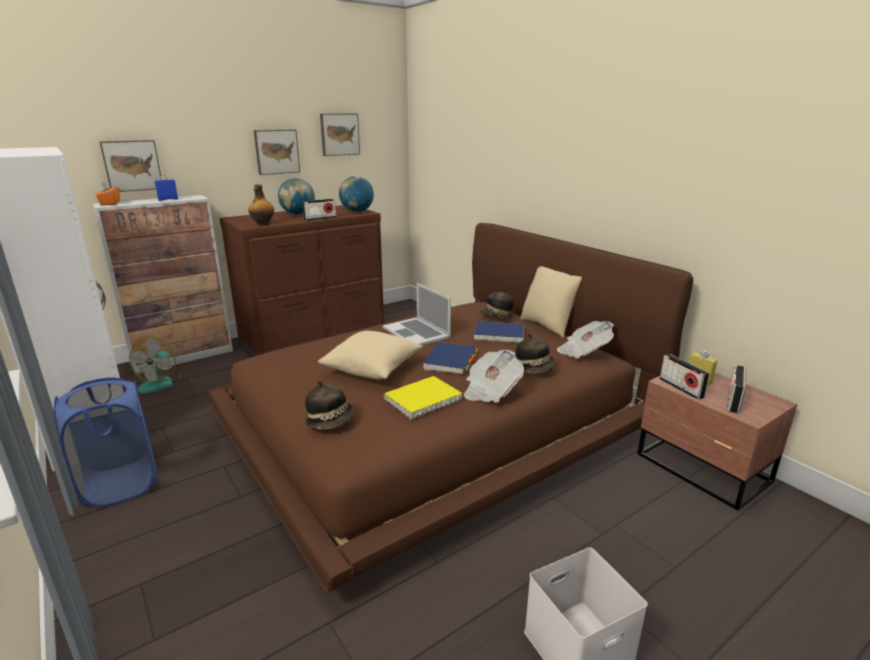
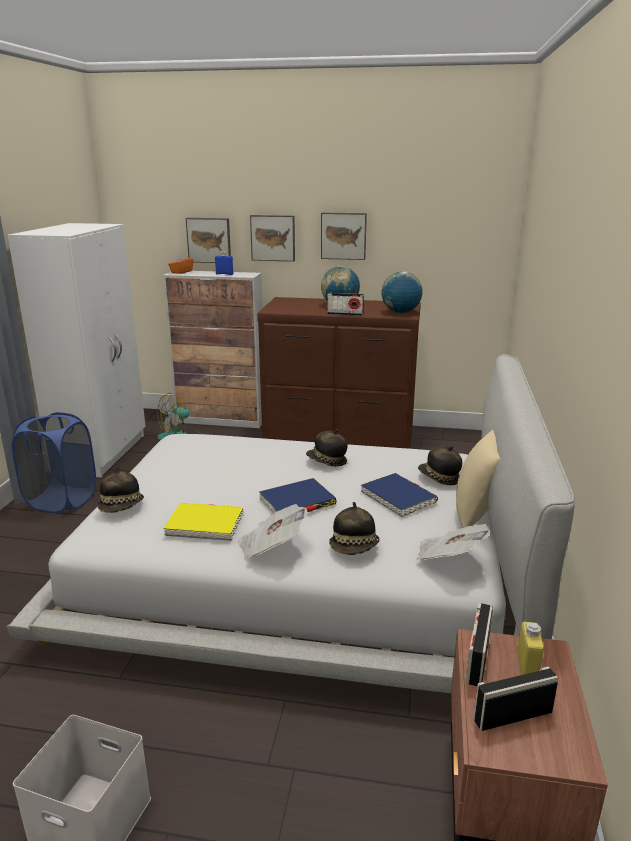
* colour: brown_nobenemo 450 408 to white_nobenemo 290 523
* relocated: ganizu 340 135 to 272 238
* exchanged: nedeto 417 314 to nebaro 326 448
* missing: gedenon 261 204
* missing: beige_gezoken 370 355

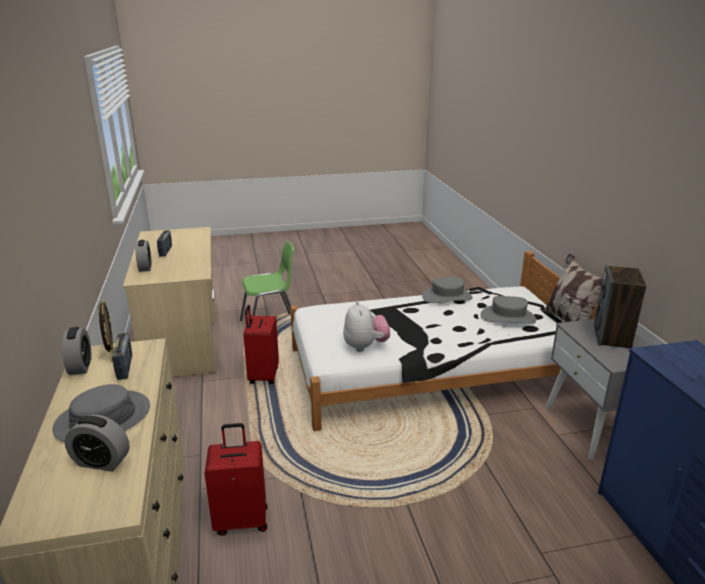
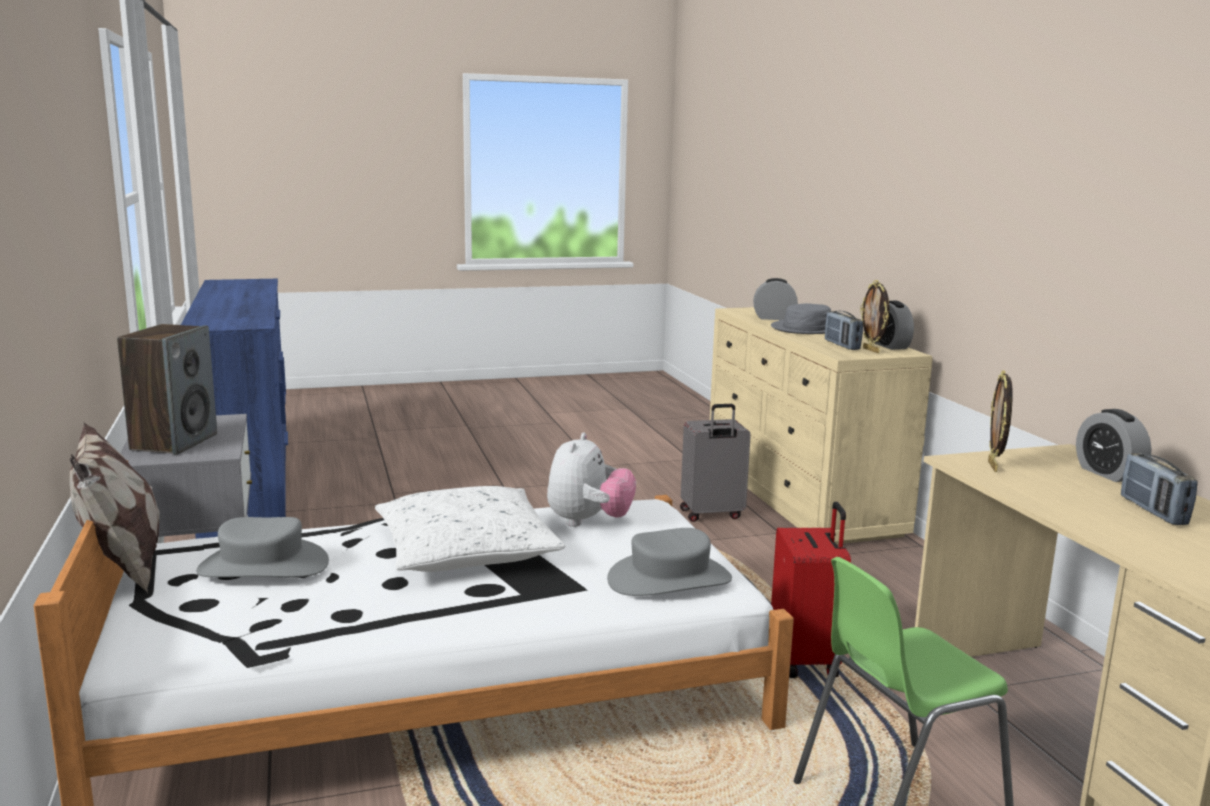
* appeared: white_gezoken 470 529
* spun: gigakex 366 326 = 591 480 150 degrees counterclockwise
* relocated: grey_nebaro 447 290 to 669 562
* colour: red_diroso 236 479 to grey_diroso 715 463
* appeared: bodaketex 1000 421

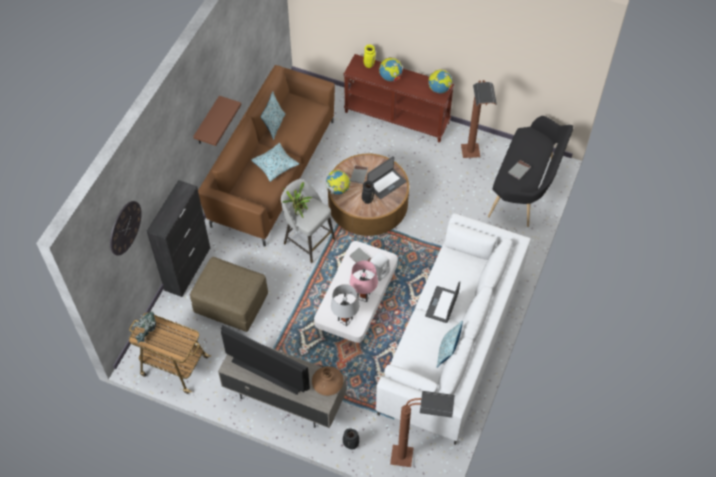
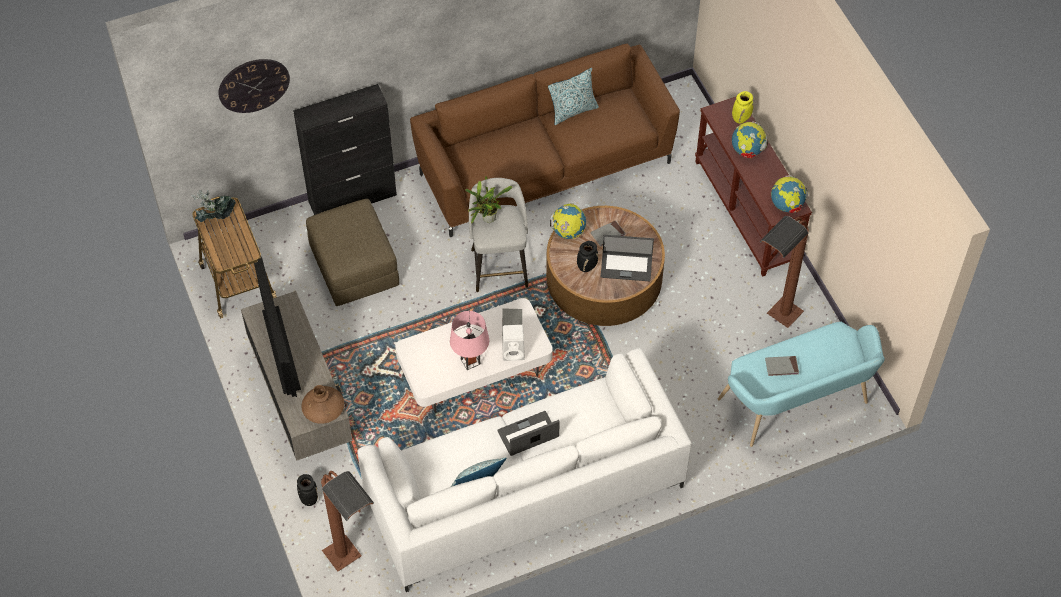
* colour: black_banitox 530 171 to turquoise_banitox 801 384
* missing: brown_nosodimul 217 121
* missing: gezoken 275 162
* missing: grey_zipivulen 345 305

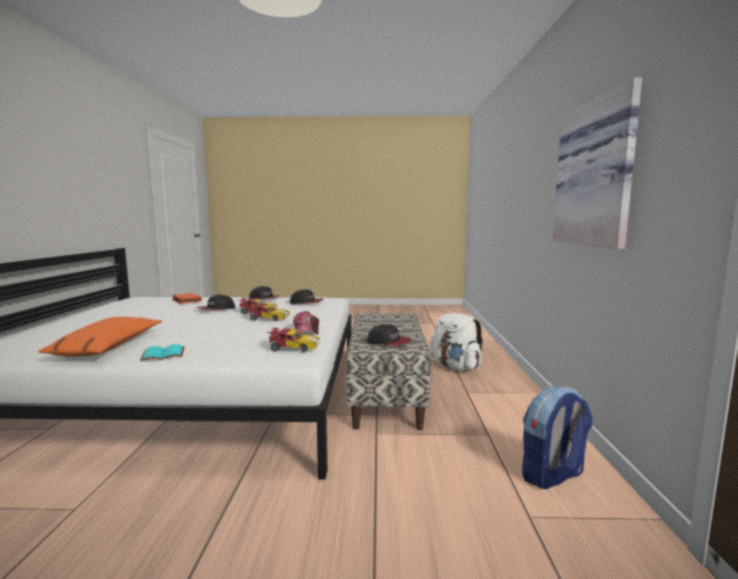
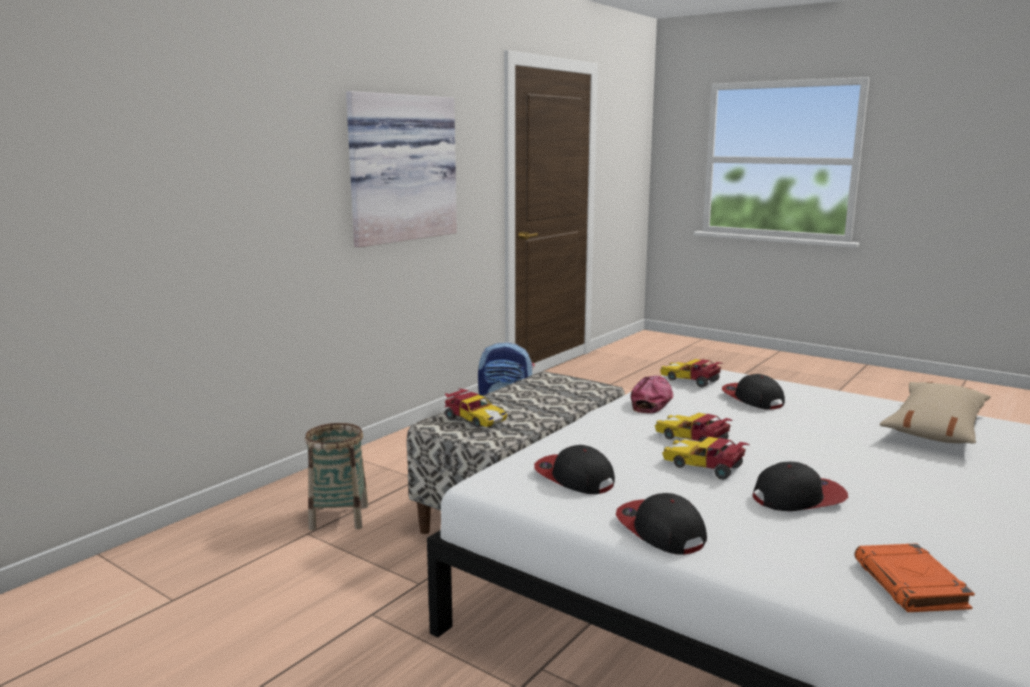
* exchanged: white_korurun 456 342 to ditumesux 336 476
* appeared: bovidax 476 408
* relocated: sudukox 389 334 to 753 392
* colour: orange_gezoken 100 337 to beige_gezoken 935 413
* missing: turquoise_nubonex 162 352

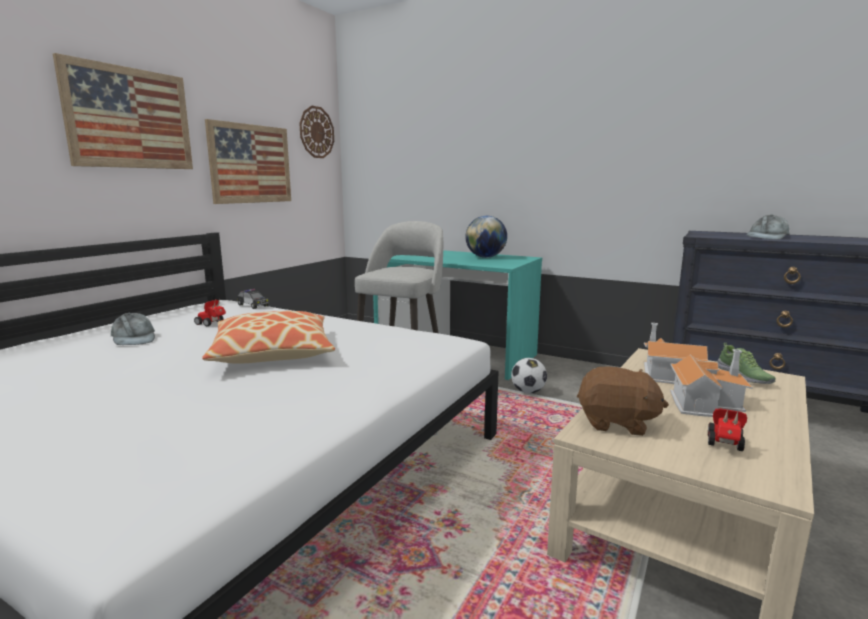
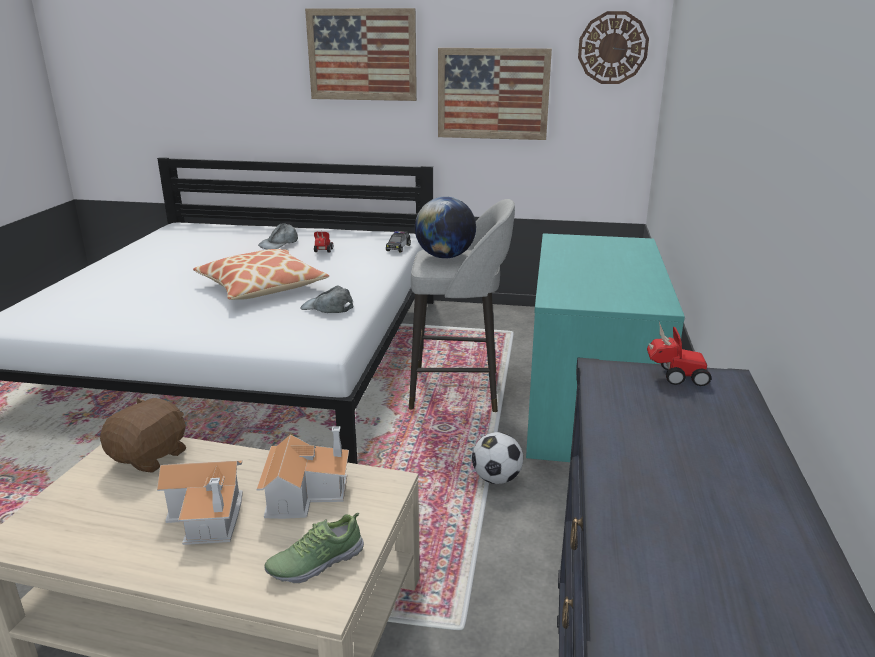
* spun: brown_gigakex 623 401 = 143 435 150 degrees counterclockwise
* relocated: grey_sudukox 768 227 to 327 299
* relocated: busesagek 486 237 to 445 228
* relocated: bovidax 727 429 to 679 354

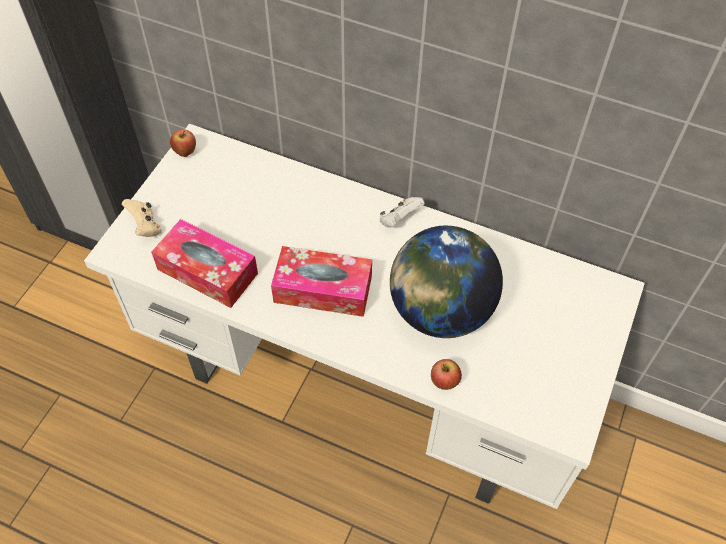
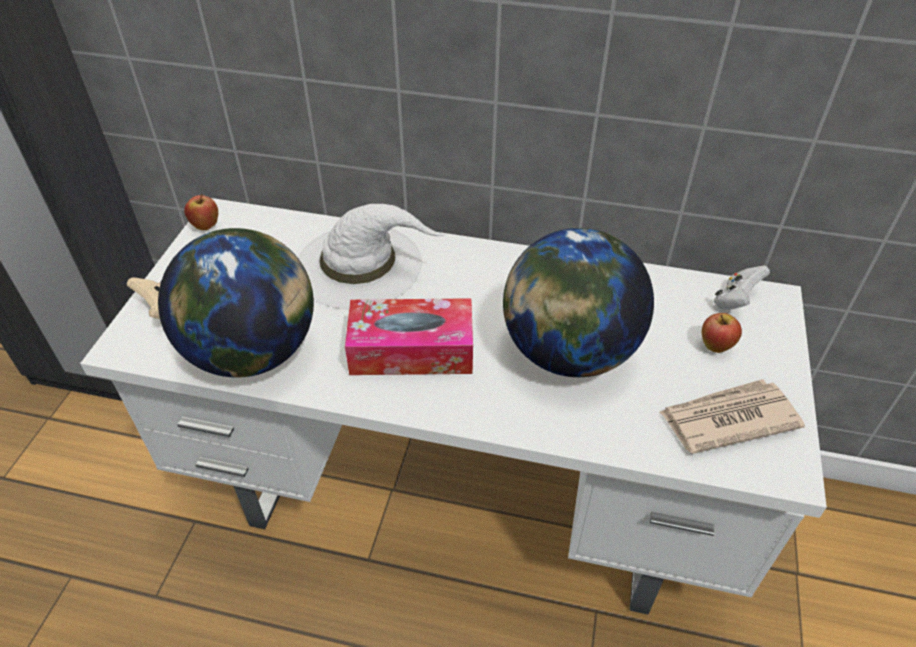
* exchanged: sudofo 204 263 to busesagek 236 303
* appeared: white_nebaro 372 257
* appeared: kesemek 732 416
* relocated: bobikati 446 374 to 722 333
* relocated: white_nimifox 402 212 to 742 287

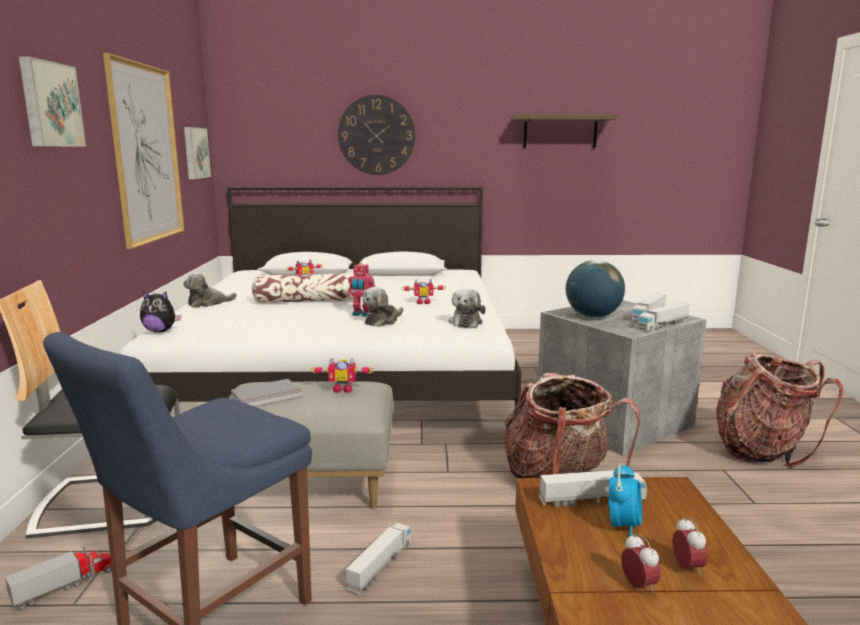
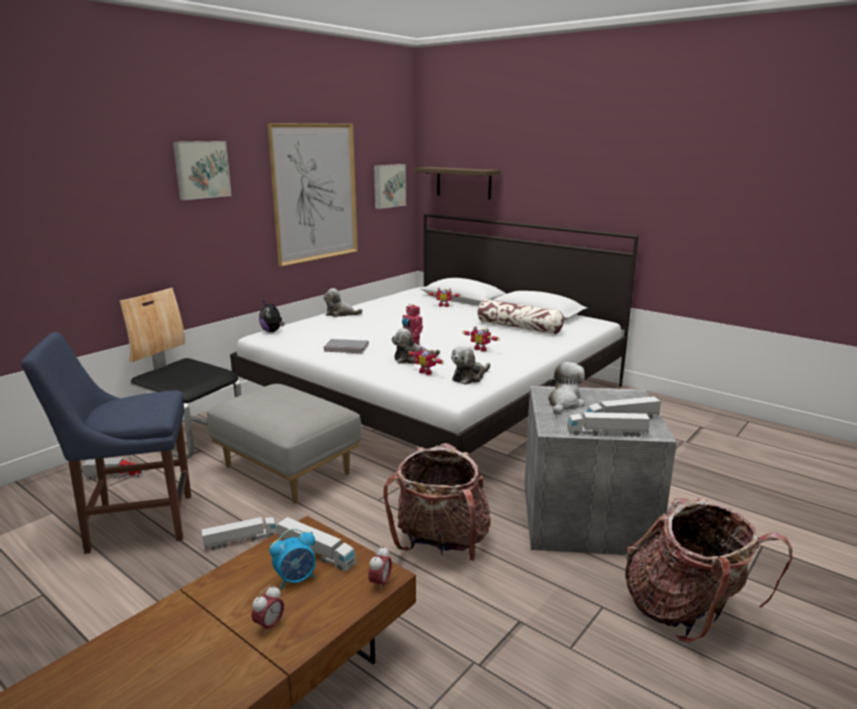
* relocated: grey_nubonex 267 393 to 346 346
* relocated: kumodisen 641 563 to 380 568
* relocated: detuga 342 375 to 426 361
* relocated: nosodimul 565 131 to 457 183
* relocated: gezoken 303 288 to 520 317
* exchanged: busesagek 595 289 to gigakex 566 388
* missing: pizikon 376 135

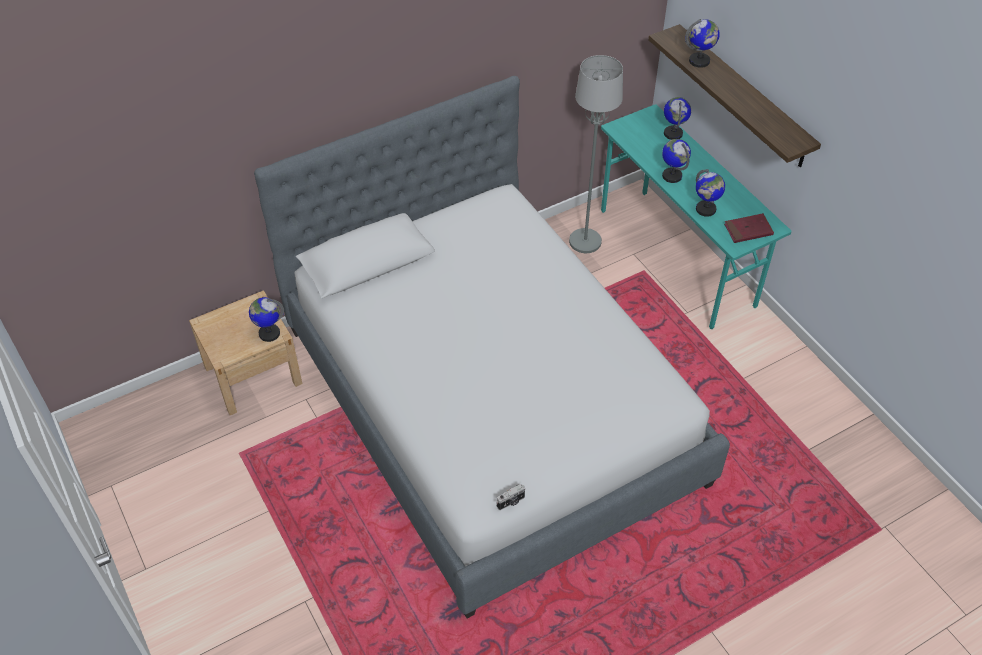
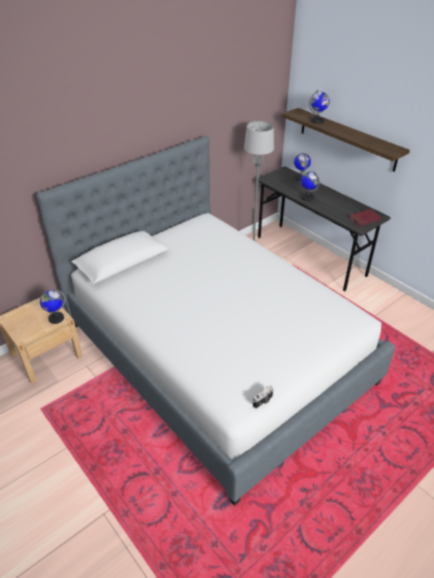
* colour: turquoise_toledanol 696 216 to grey_toledanol 324 228
* missing: busesagek 710 193

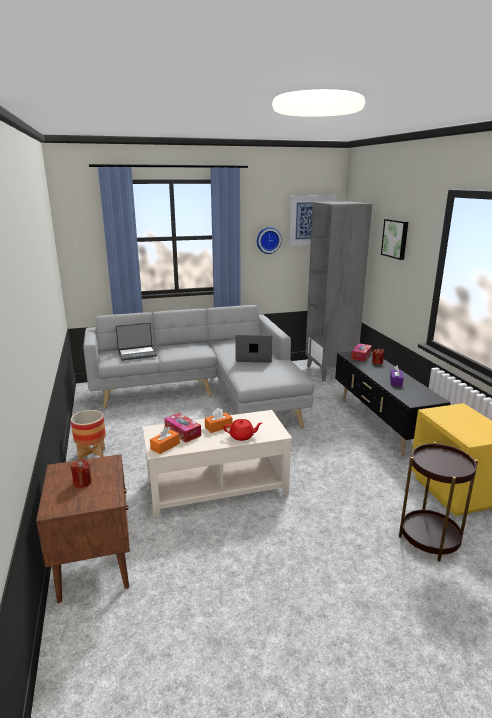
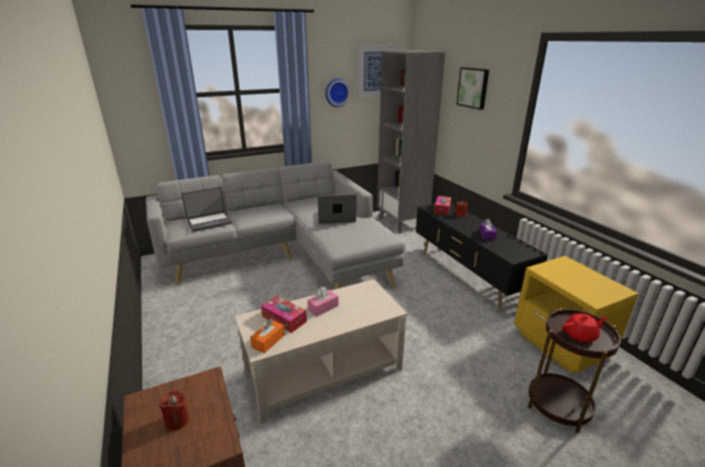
* colour: orange_sudofo 219 420 to pink_sudofo 323 302
* relocated: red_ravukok 242 430 to 585 327
* missing: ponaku 88 435

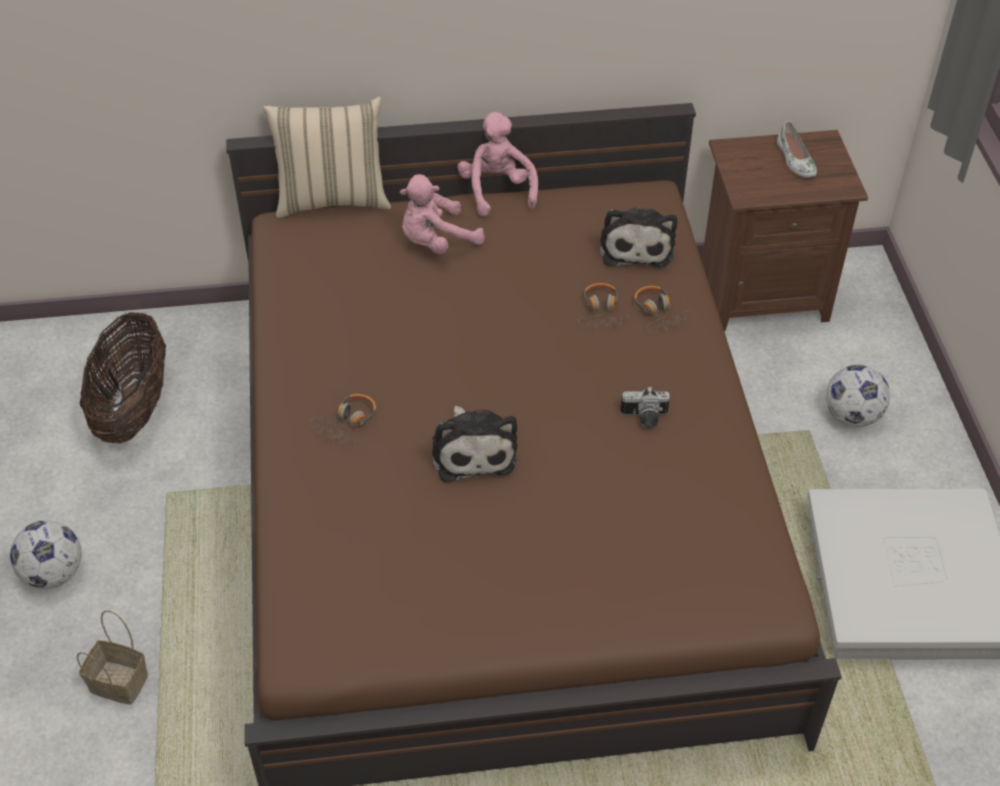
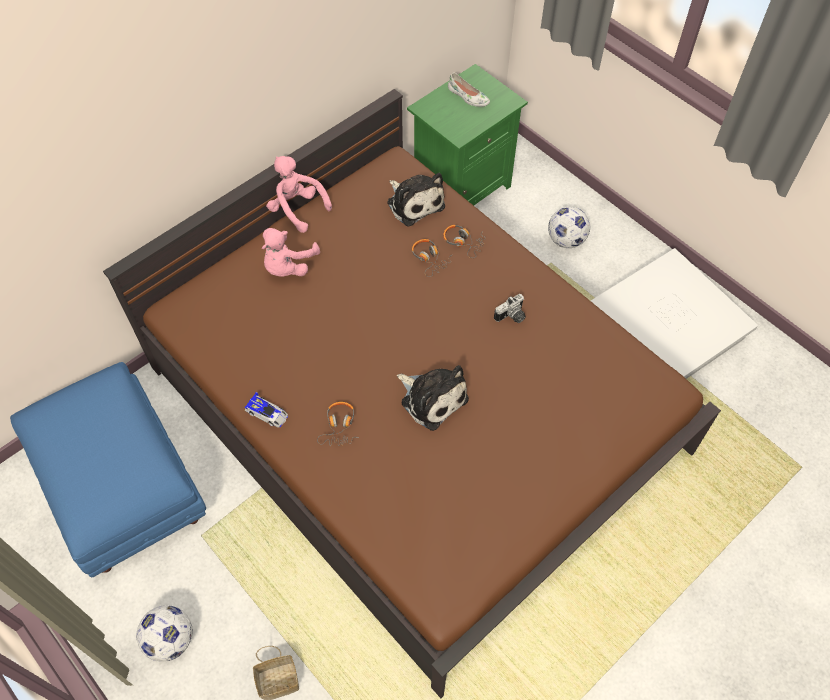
* exchanged: ditumesux 123 378 to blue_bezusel 108 469
* appeared: bovidax 266 410
* colour: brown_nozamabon 785 230 to green_nozamabon 467 135
* missing: beige_gezoken 327 157

